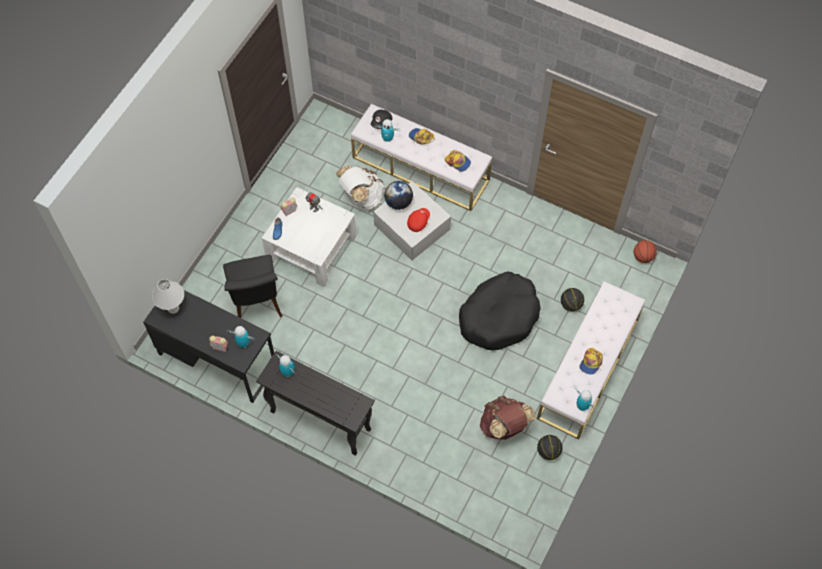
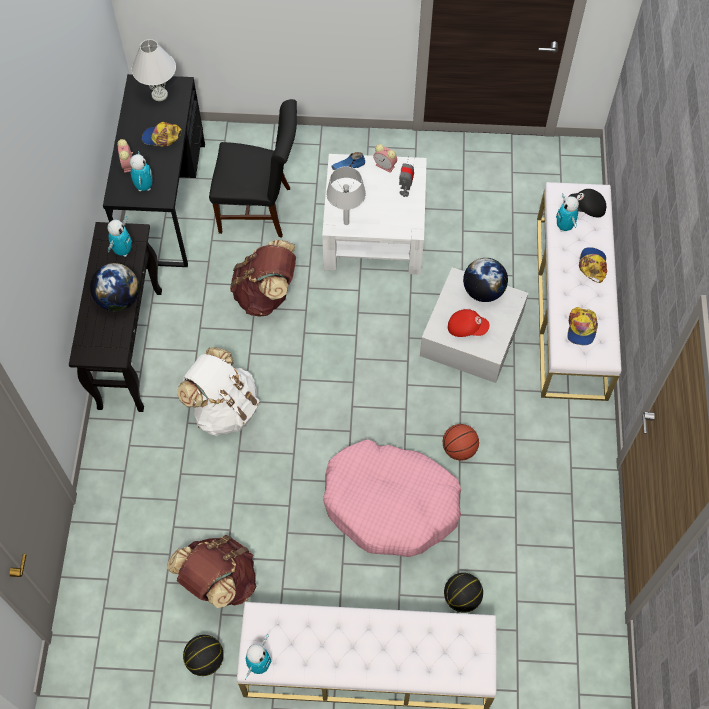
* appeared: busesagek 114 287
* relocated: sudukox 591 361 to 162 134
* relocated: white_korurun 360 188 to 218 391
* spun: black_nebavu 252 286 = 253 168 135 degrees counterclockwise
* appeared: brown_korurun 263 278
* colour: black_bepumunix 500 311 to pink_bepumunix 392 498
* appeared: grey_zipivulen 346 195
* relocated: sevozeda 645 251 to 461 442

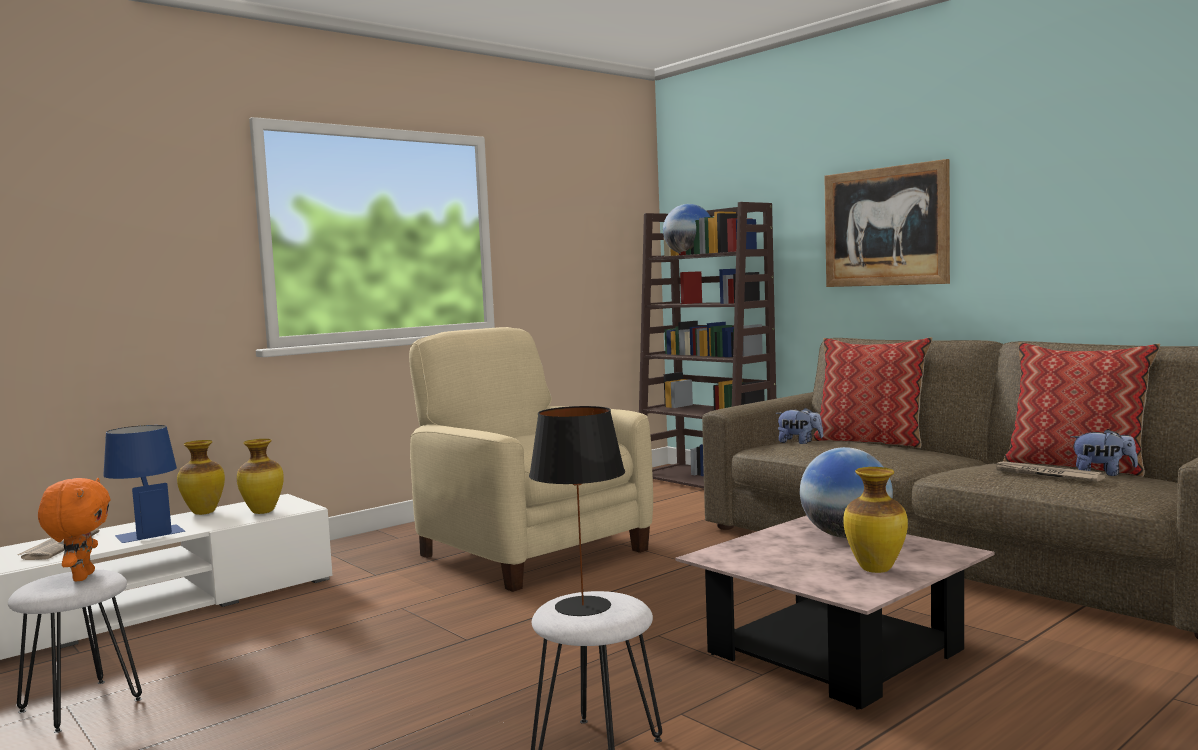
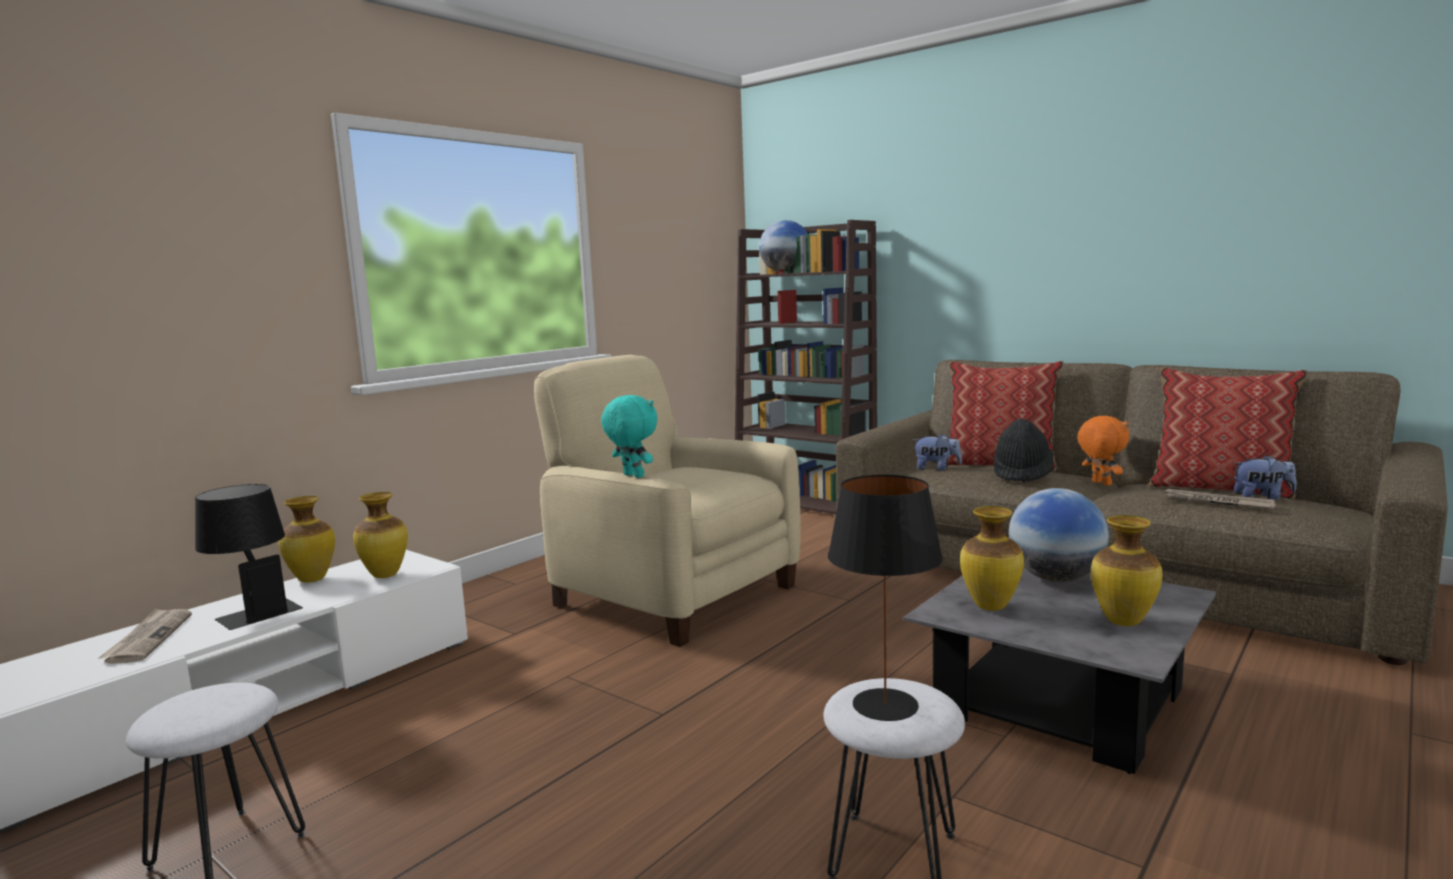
* colour: blue_zipivulen 144 484 to black_zipivulen 249 557
* appeared: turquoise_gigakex 629 436
* colour: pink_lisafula 835 612 to grey_lisafula 1059 671
* appeared: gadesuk 992 558
* appeared: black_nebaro 1023 450
* relocated: orange_gigakex 74 530 to 1103 451
* missing: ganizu 887 223

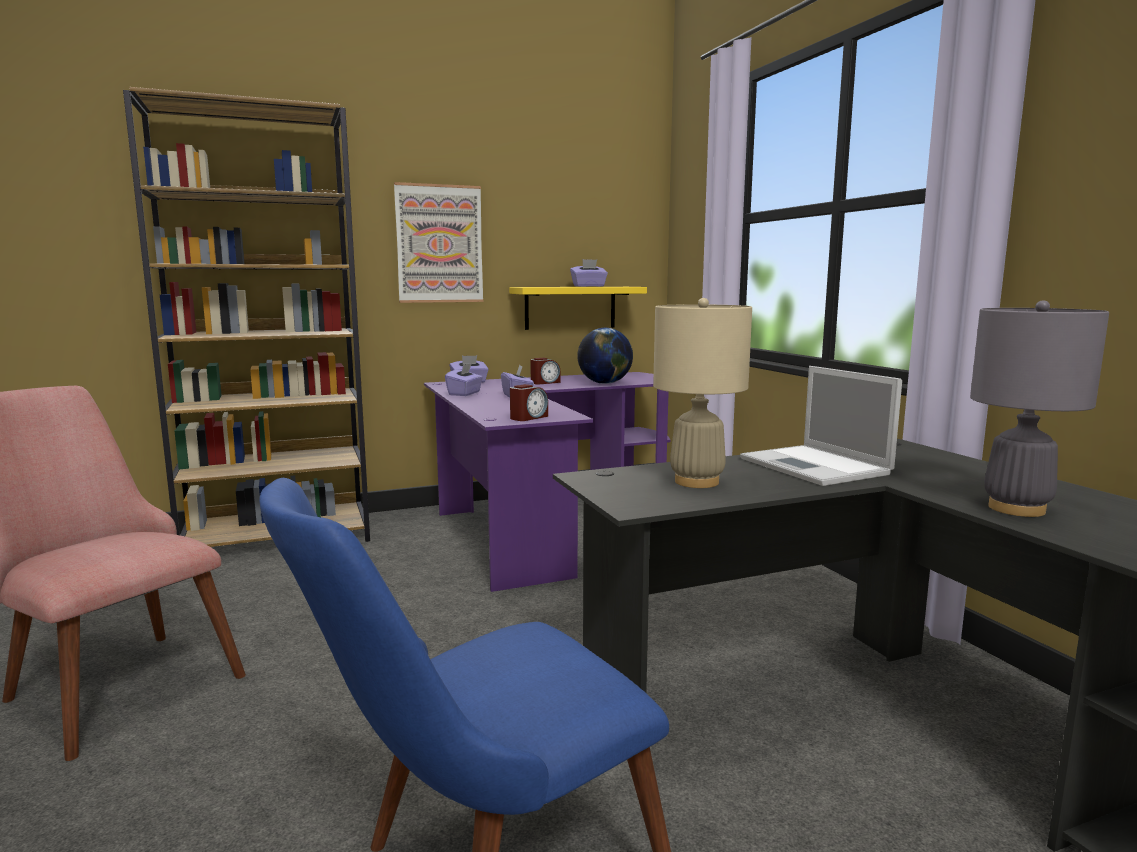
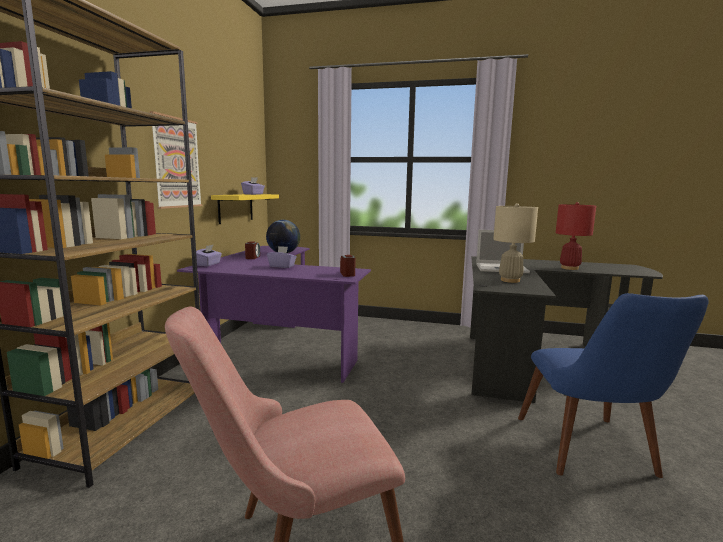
* colour: grey_zipivulen 1039 408 to red_zipivulen 576 236
* missing: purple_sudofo 464 379

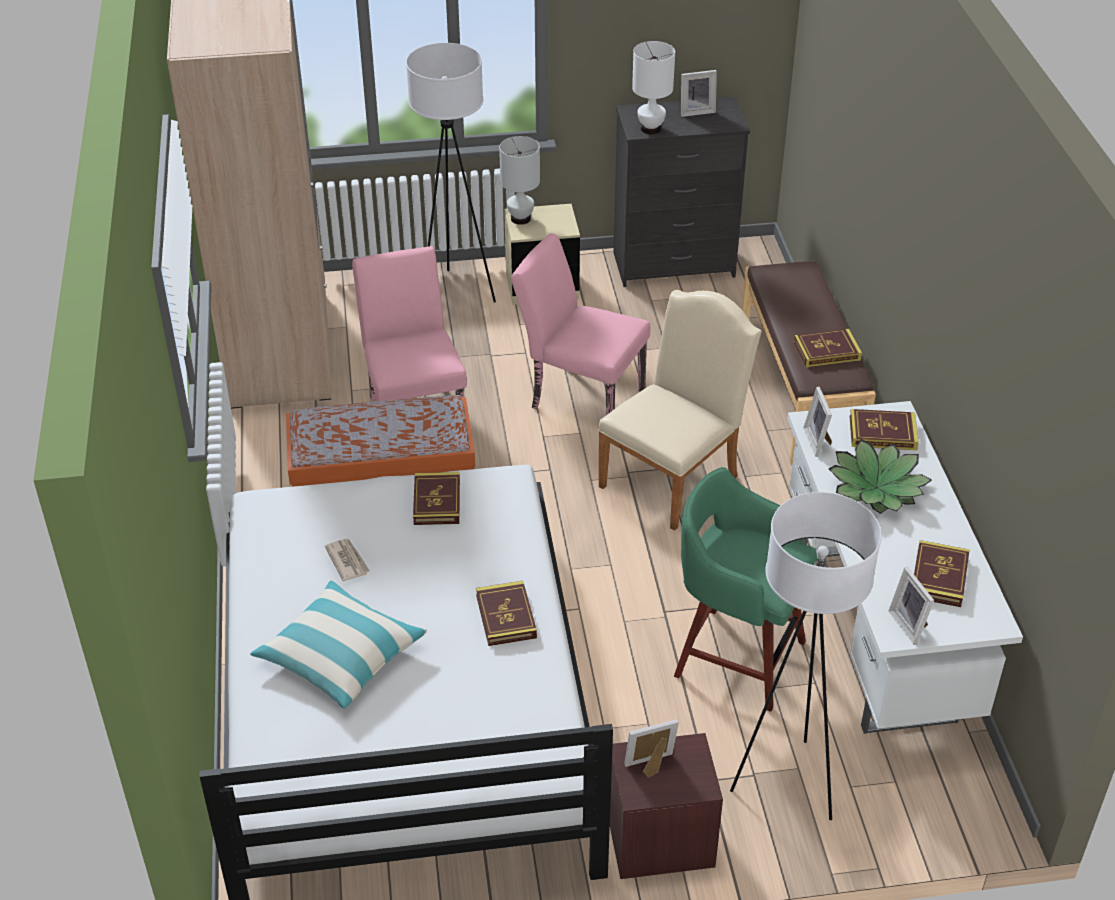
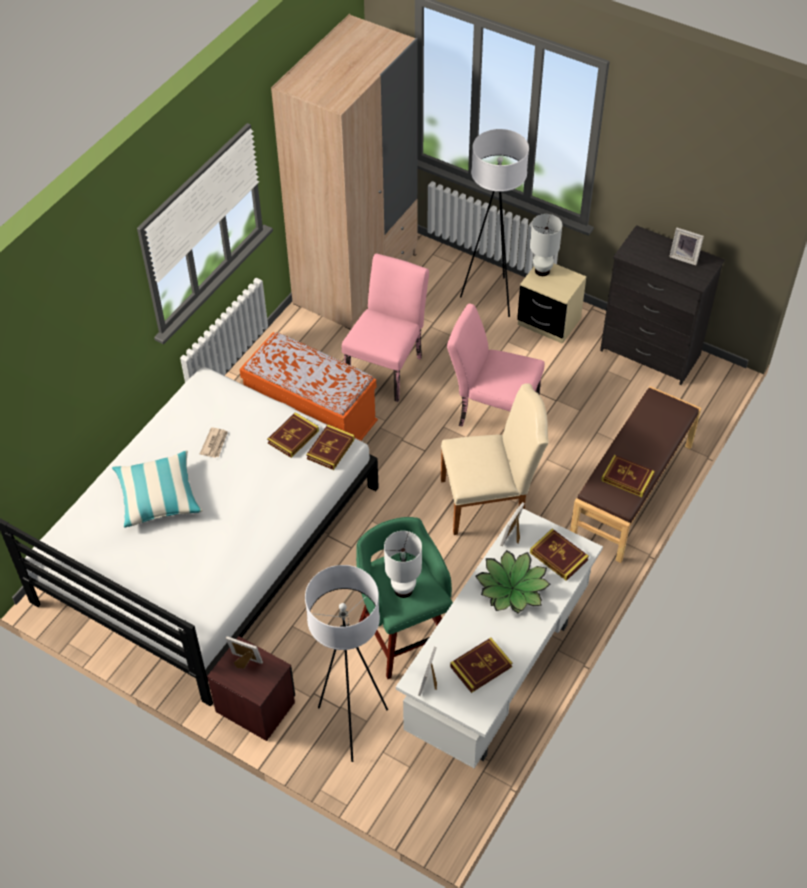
* relocated: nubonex 506 613 to 330 447
* relocated: white_zipivulen 653 87 to 403 564
* spun: pink_nebavu 580 324 = 496 365 45 degrees counterclockwise

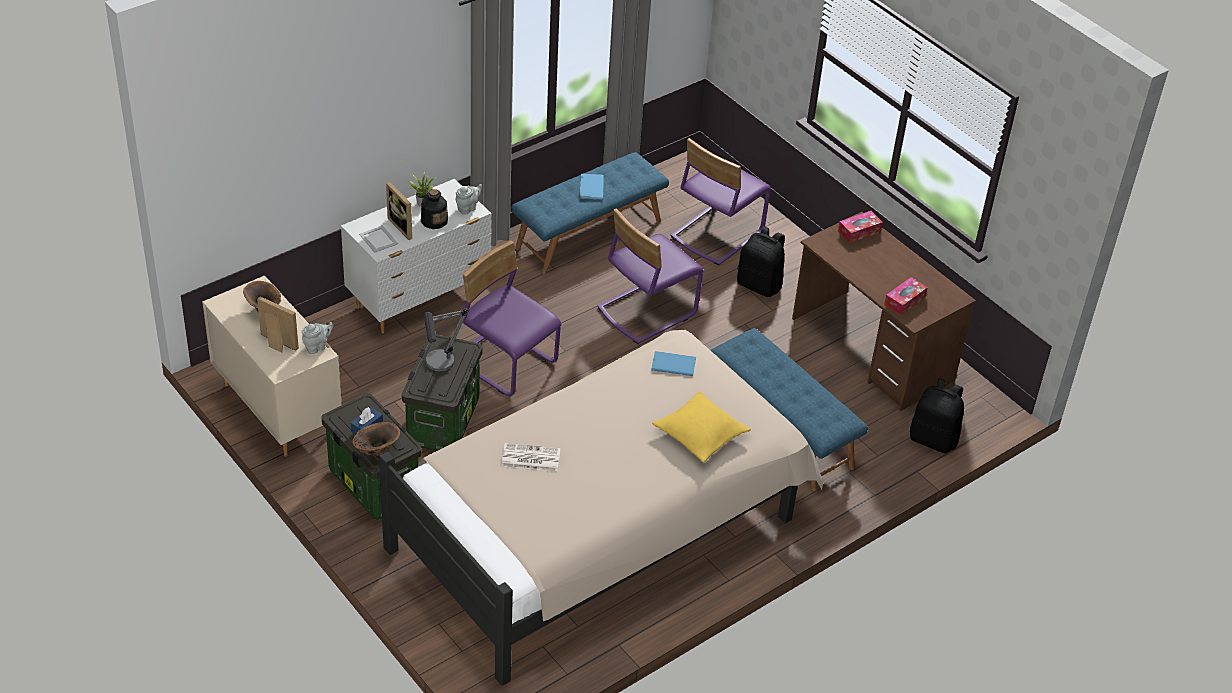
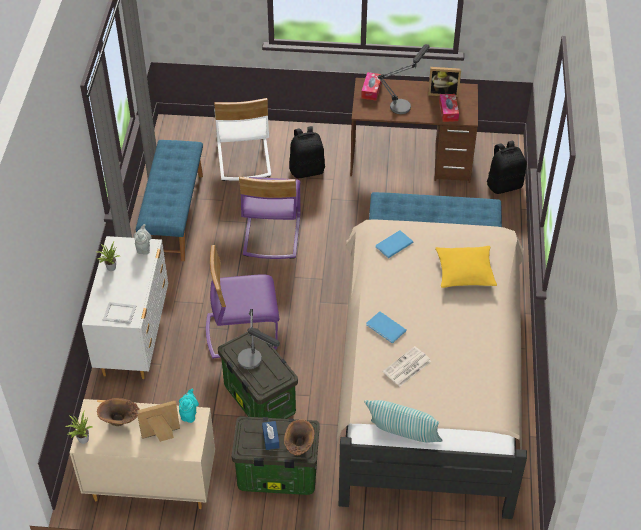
* appeared: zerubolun 79 427
* colour: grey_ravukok 317 338 to turquoise_ravukok 189 406
* colour: purple_nebavu 721 201 to white_nebavu 242 139
* appeared: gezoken 403 421
* relocated: blue_nubonex 592 187 to 386 327
* appeared: zipivulen 404 79
* relocated: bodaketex 399 211 to 444 82
* missing: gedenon 434 209

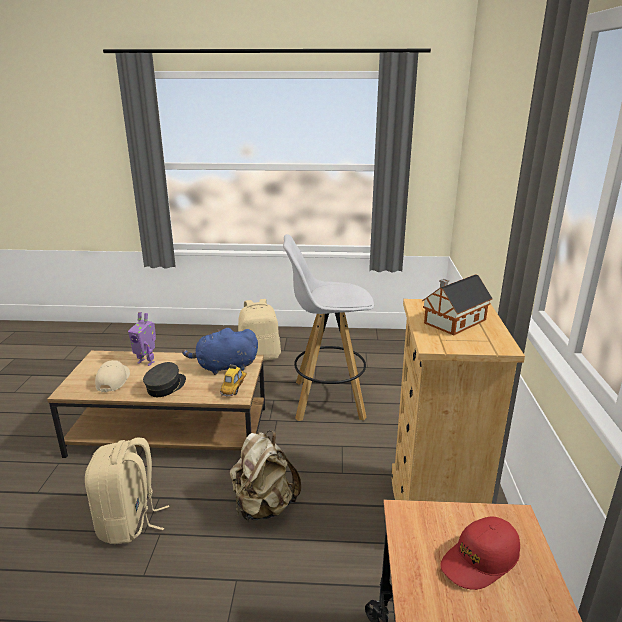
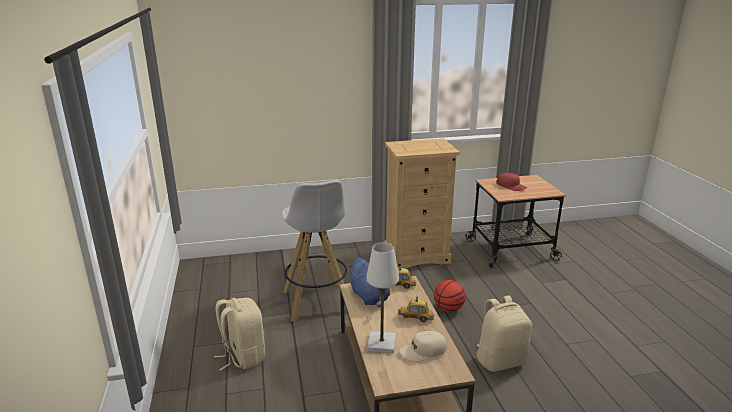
* exchanged: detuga 142 339 to white_zipivulen 382 298
* exchanged: grey_sudukox 164 379 to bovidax 416 309
* exchanged: beige_korurun 265 476 to sevozeda 450 296
* missing: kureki 457 304

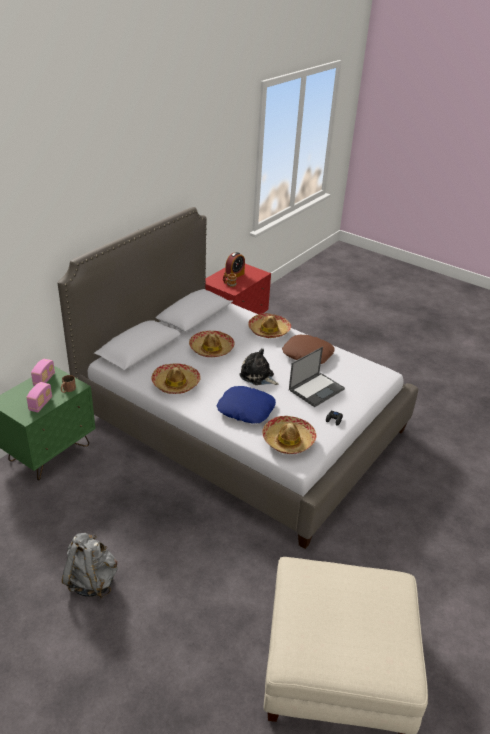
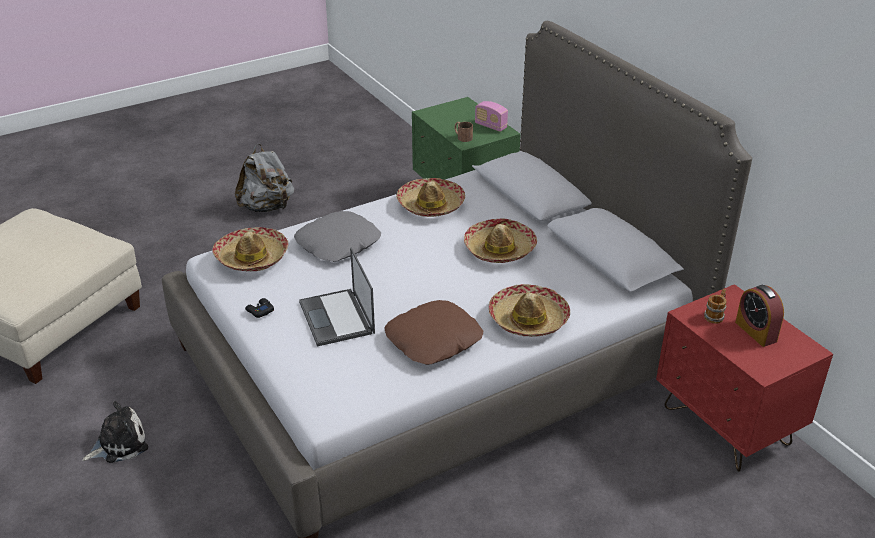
* relocated: gigakex 259 366 to 115 432
* colour: blue_gezoken 246 405 to grey_gezoken 337 236
* missing: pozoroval 39 397

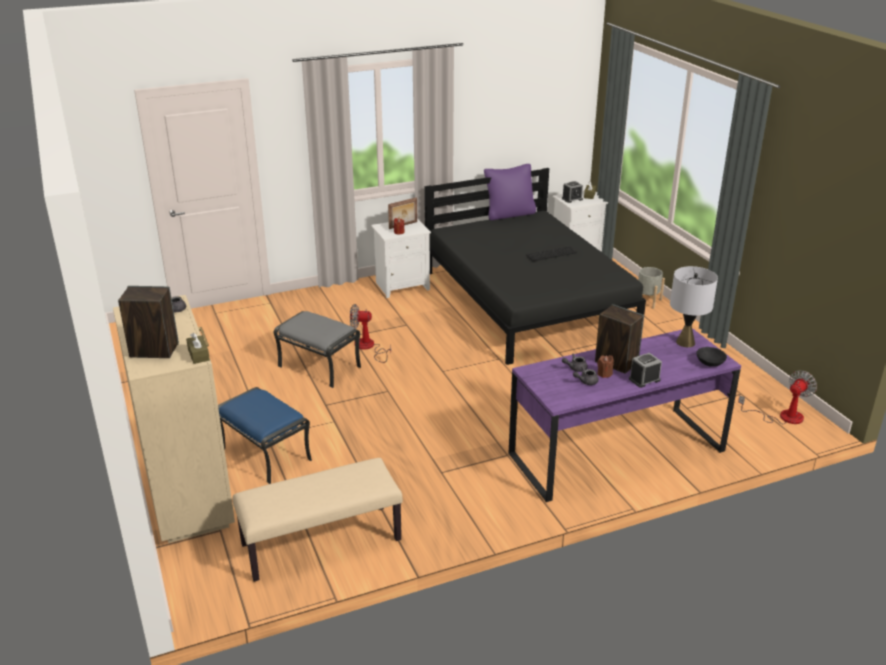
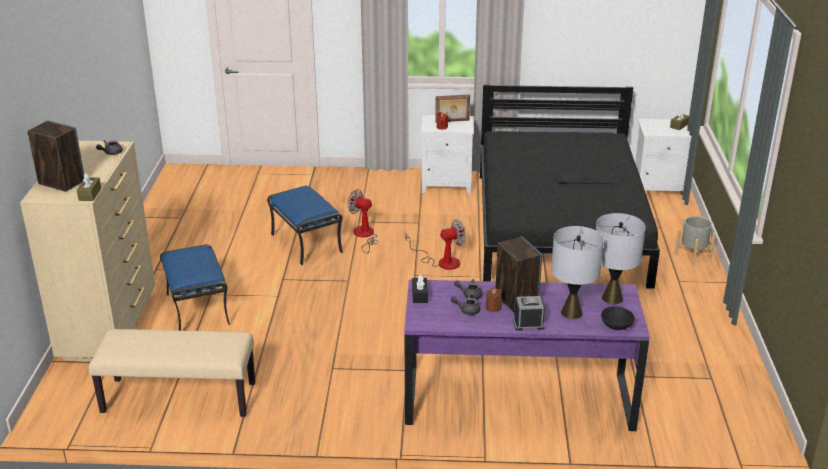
* colour: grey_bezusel 317 349 to blue_bezusel 305 225
* relocated: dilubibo 777 397 to 435 244
* appeared: black_sudofo 420 288
* appeared: grey_zipivulen 577 272
* missing: purple_gezoken 510 192
* missing: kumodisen 572 192

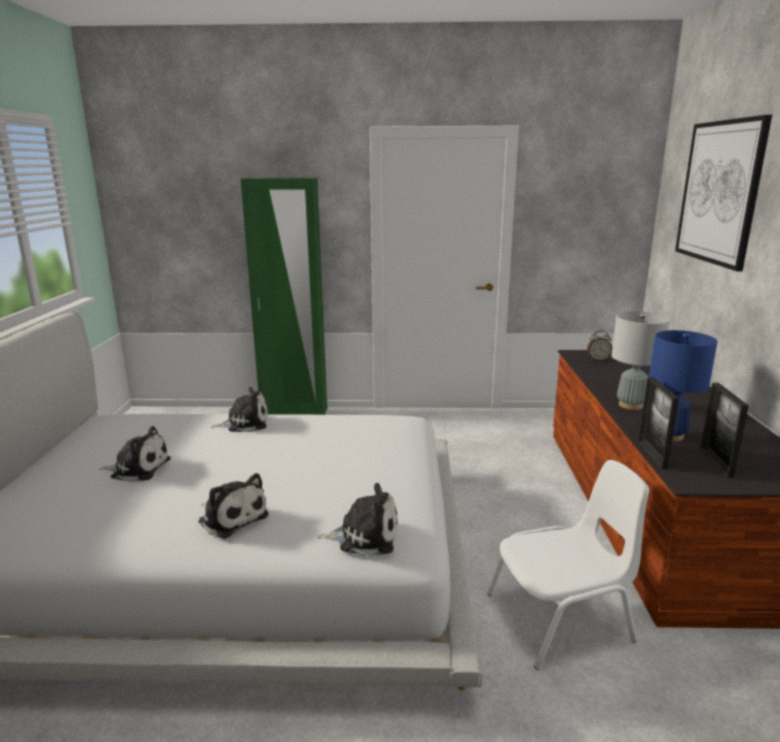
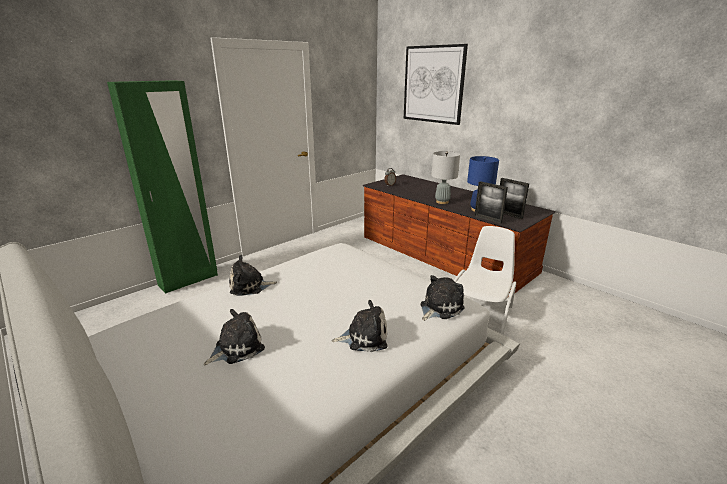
* spun: gigakex 239 409 = 253 275 135 degrees counterclockwise

